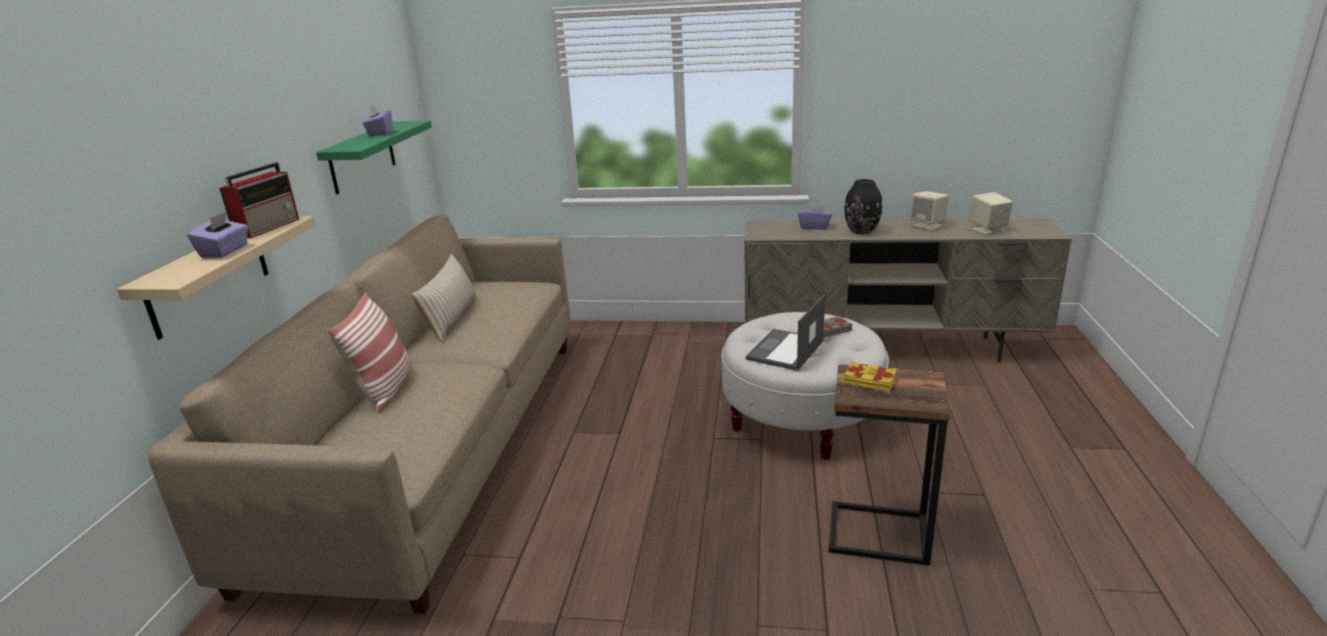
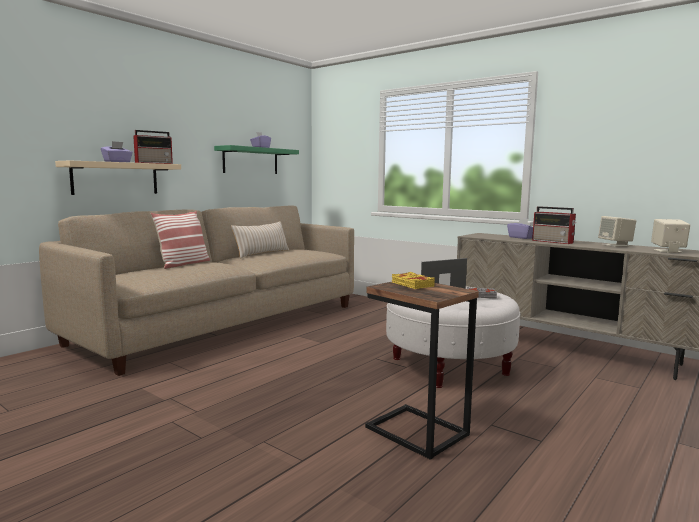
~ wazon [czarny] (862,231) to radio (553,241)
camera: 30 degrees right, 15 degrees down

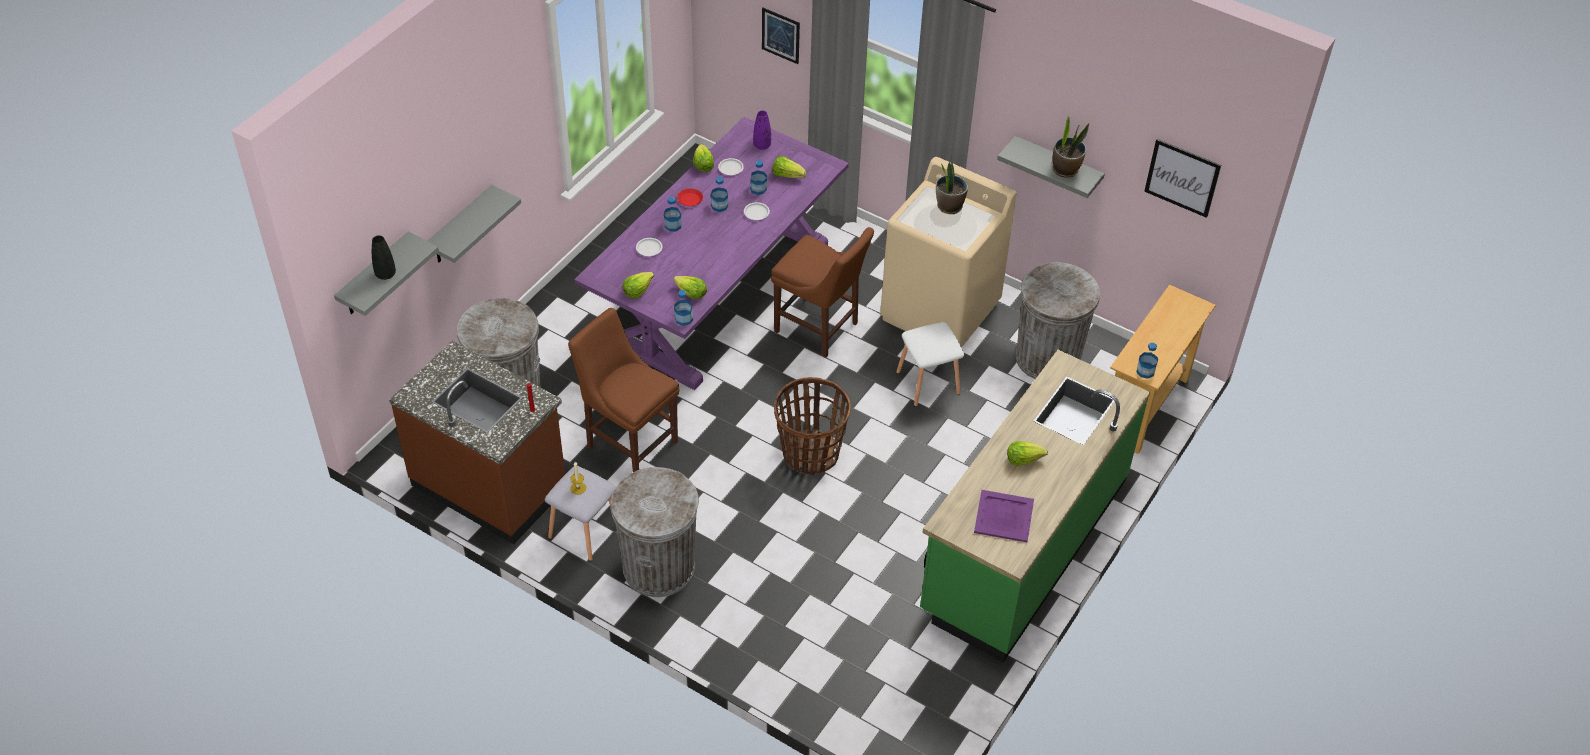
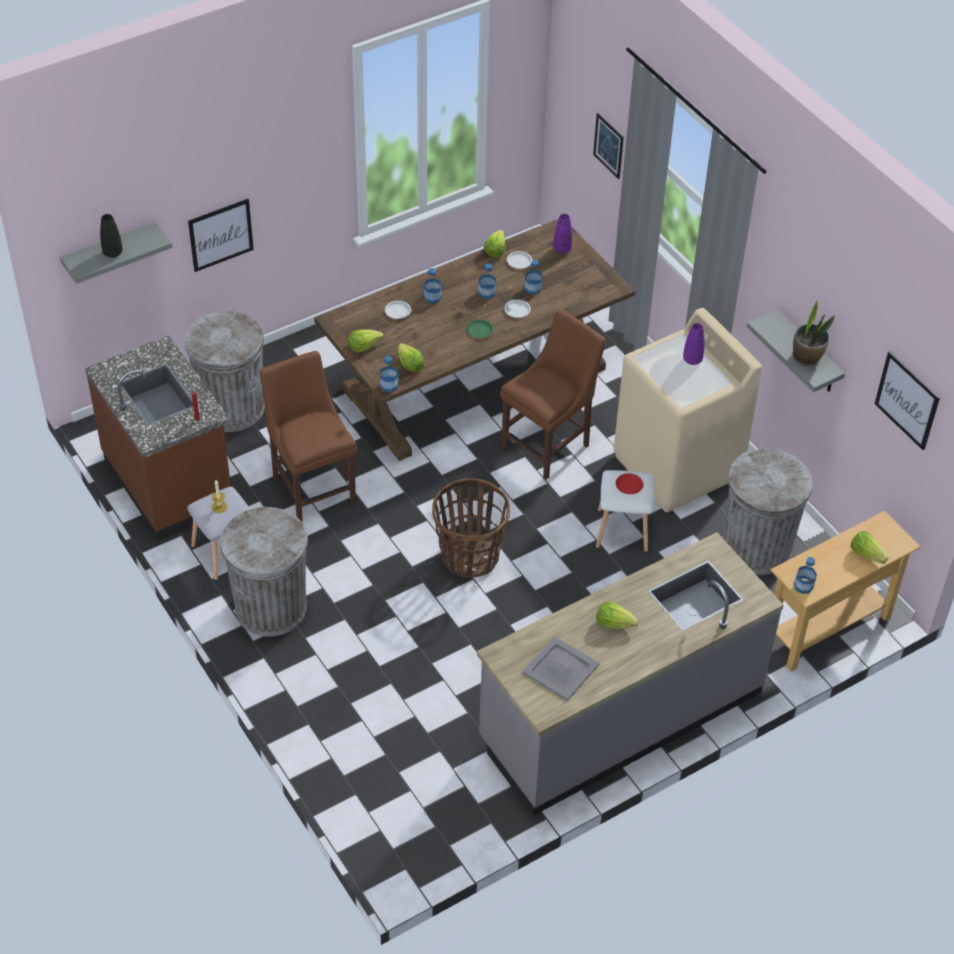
+ talerz [zielony] (480,330)
~ talerz [czerwony] (690,199) to (629,486)
~ sałata (787,175) to (866,554)
~ półka [szary] (460,226) to obraz (220,235)
~ roślina doniczkowa (949,206) to wazon [fioletowy] (692,360)
~ stół jadalny [fioletowy] (717,292) to stół jadalny [brązowy] (474,378)
~ zabudowa kuchenna [zielony] (1023,545) to zabudowa kuchenna [szary] (620,715)
~ taca [fioletowy] (1003,516) to taca [szary] (560,668)
~ krzesło [brązowy] (819,329) = (549,444) 105 degrees counterclockwise
camera: 25 degrees right, 0 degrees up

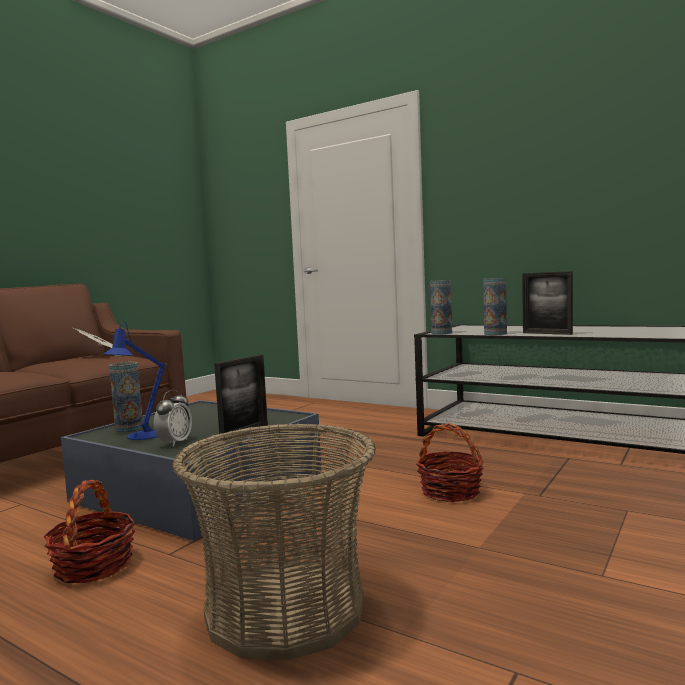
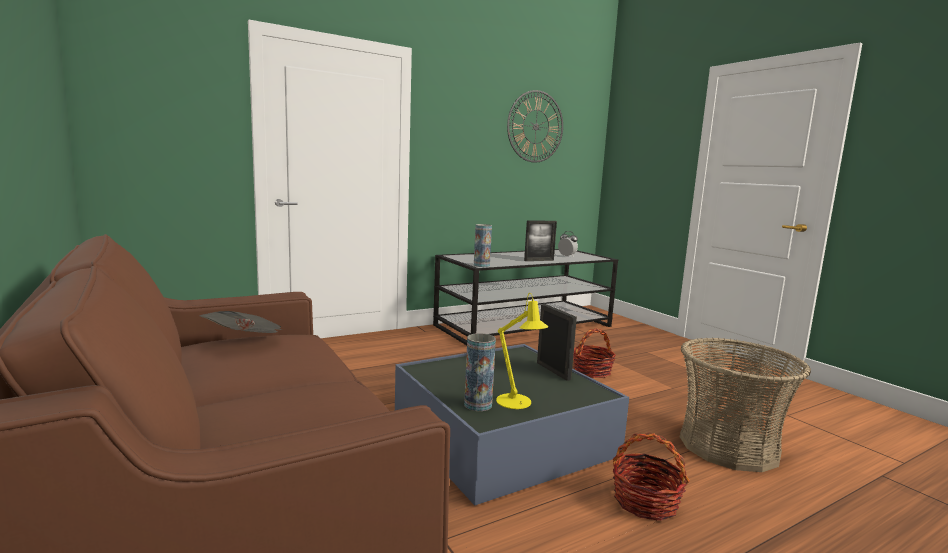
- wazon (495,334)
+ zegar ścienny (535,126)
~ budzik (174,443) to (567,256)
~ lampa stołowa [niebieski] (140,436) to lampa stołowa [żółty] (517,403)
camera: 65 degrees left, 5 degrees up

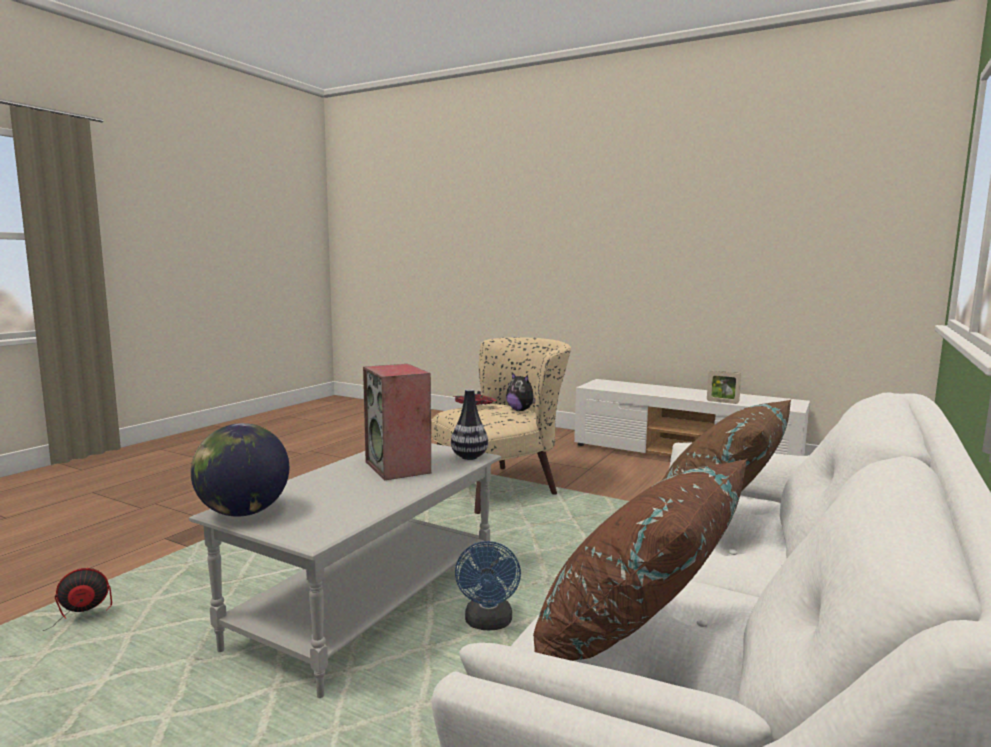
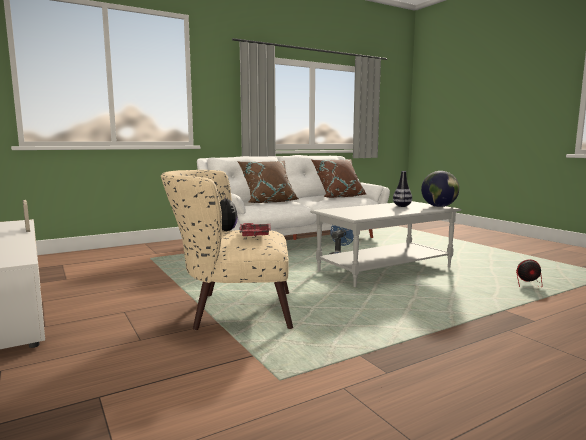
- głośnik (399,467)
~ wazon (469,457) to (402,206)
camera: 150 degrees left, 0 degrees up

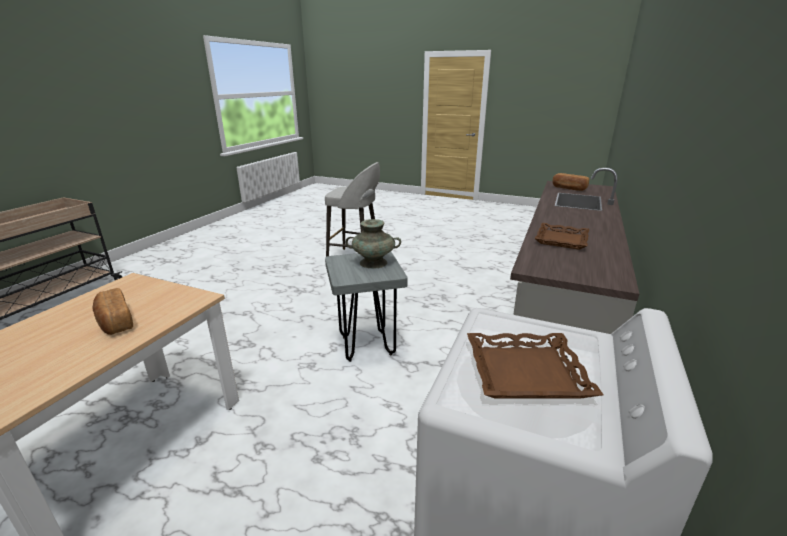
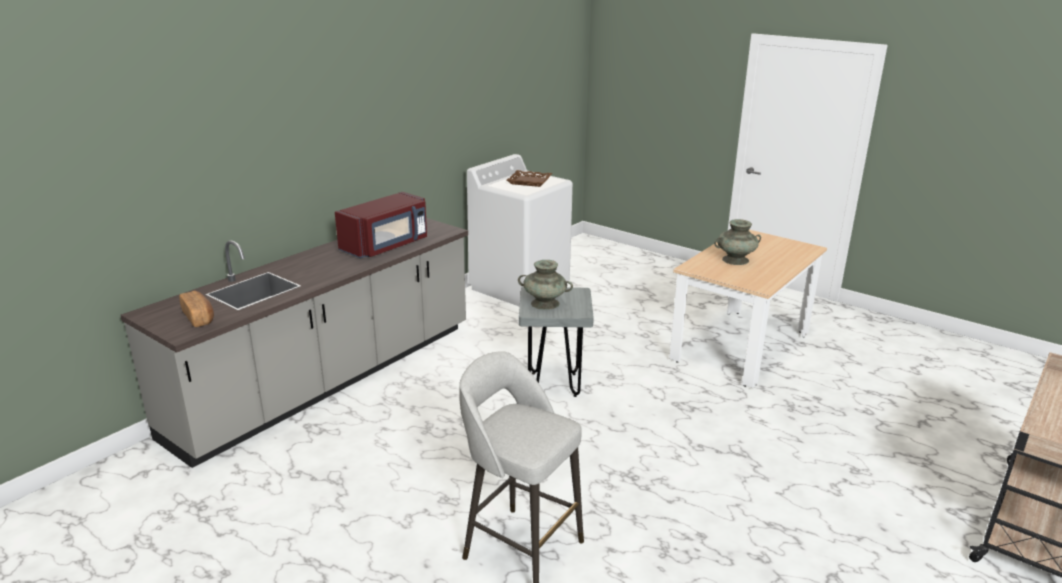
~ chleb (115,322) to wazon [turkusowy] (735,260)
~ taca [brązowy] (562,240) to mikrofalówka [czerwony] (386,246)
camera: 165 degrees left, 0 degrees up

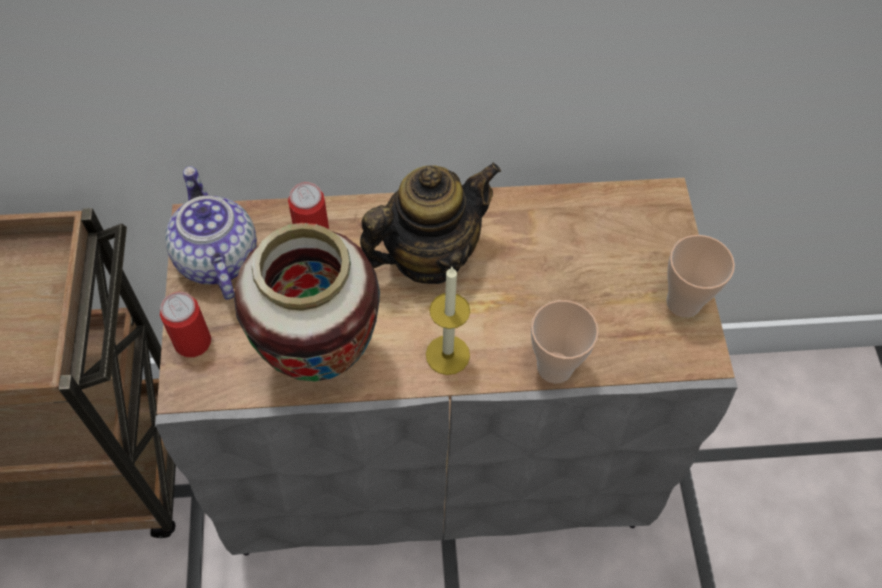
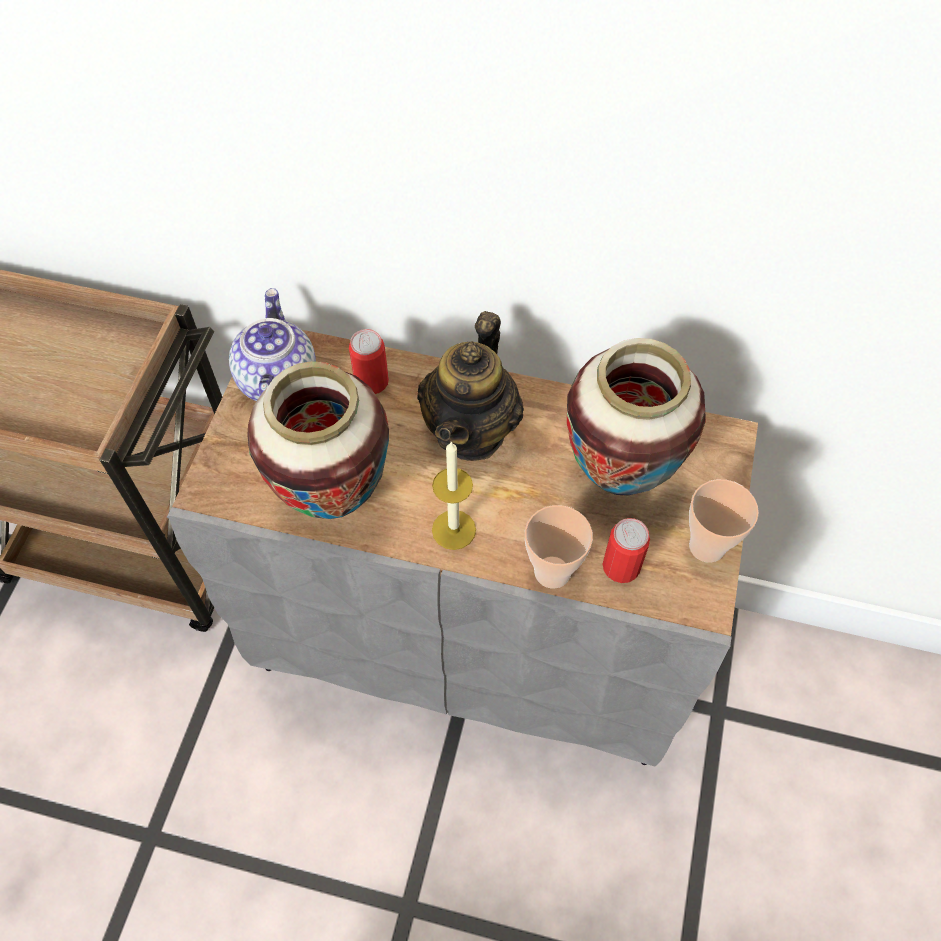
+ wazon (618,477)
~ puszka (193,341) to (621,566)
~ imbryk (428,256) = (471,431) 120 degrees clockwise
camera: 20 degrees right, 0 degrees up

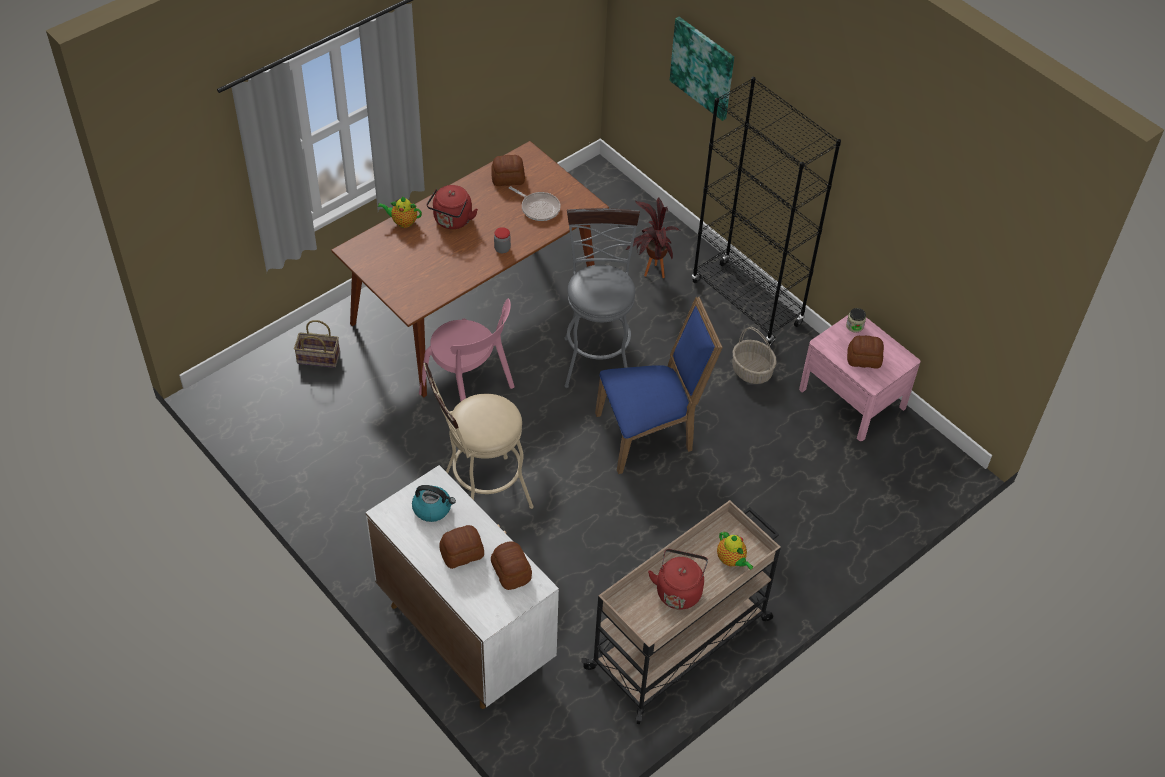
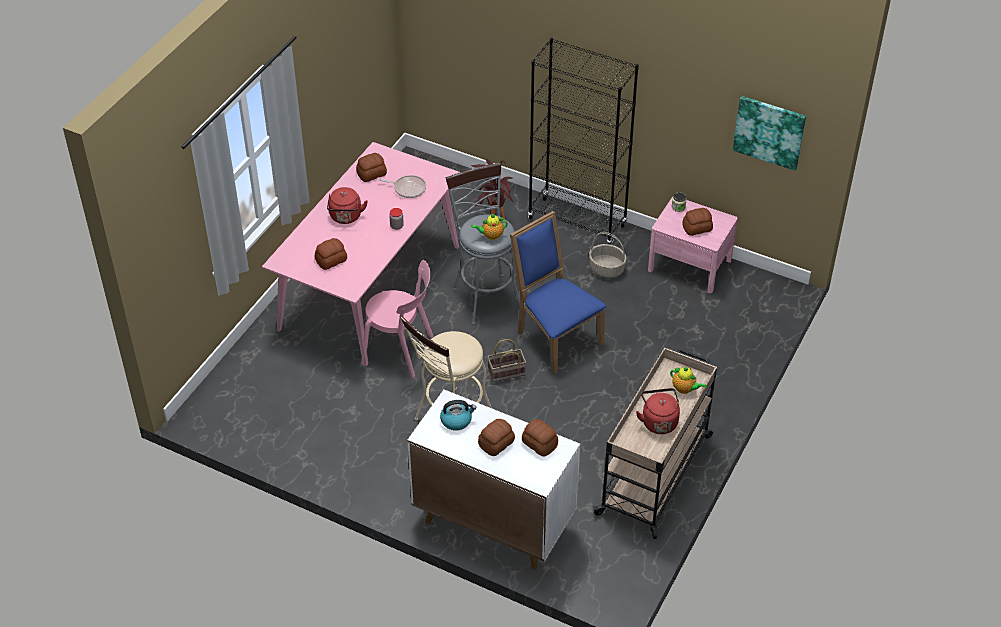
+ chleb (331,260)
~ koszyk (317,358) to (505,373)
~ imbryk (402,222) to (491,235)
~ obraz (703,67) to (769,132)
~ stół jadalny [brązowy] (475,306) to stół jadalny [różowy] (370,287)
~ krzesło [niebieski] (650,433) = (555,336) 90 degrees counterclockwise
camera: 20 degrees left, 5 degrees down

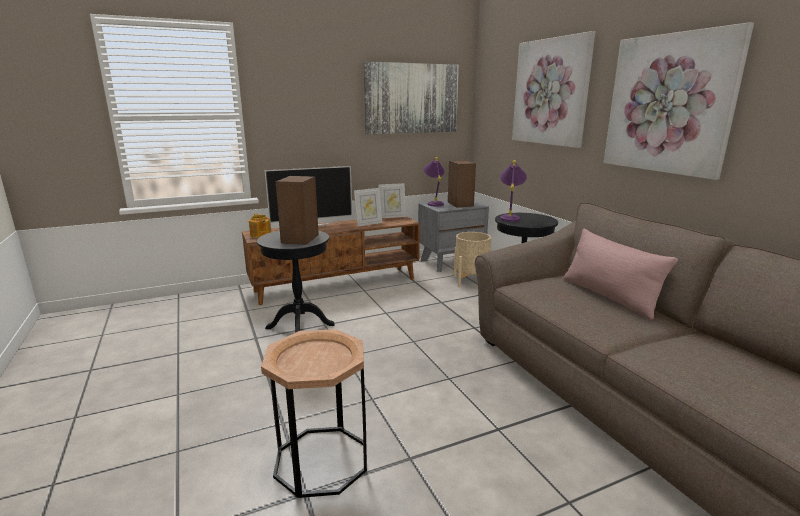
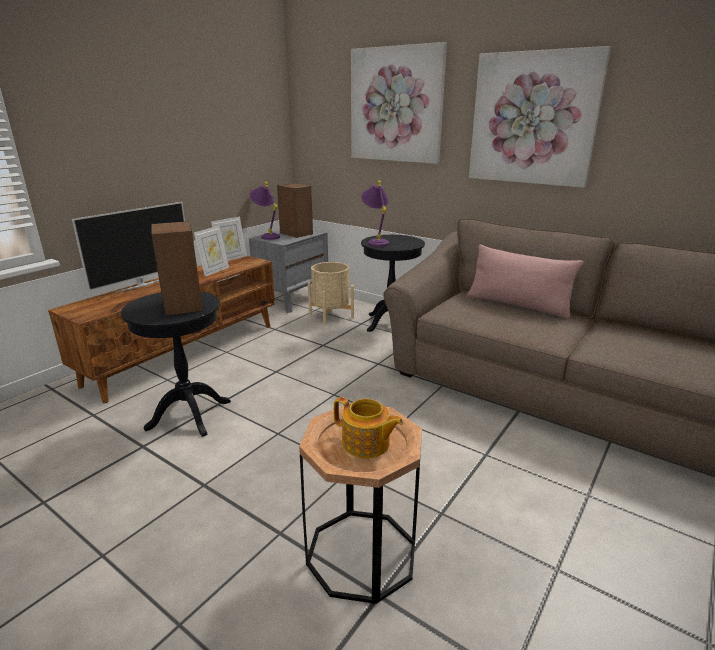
- obraz (411,98)
~ imbryk (260,234) to (366,444)
camera: 30 degrees left, 5 degrees up

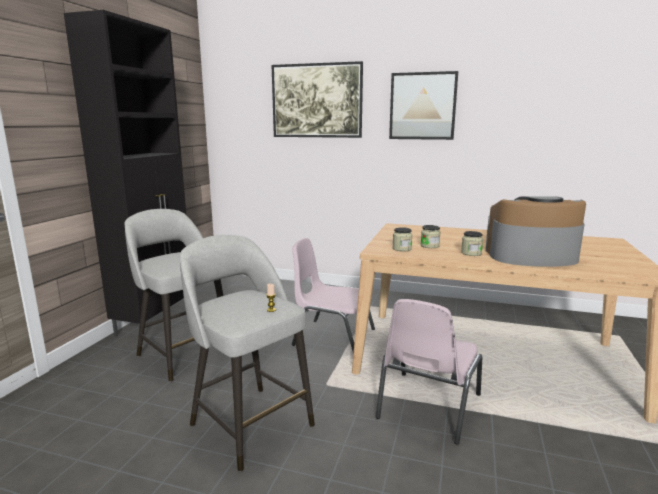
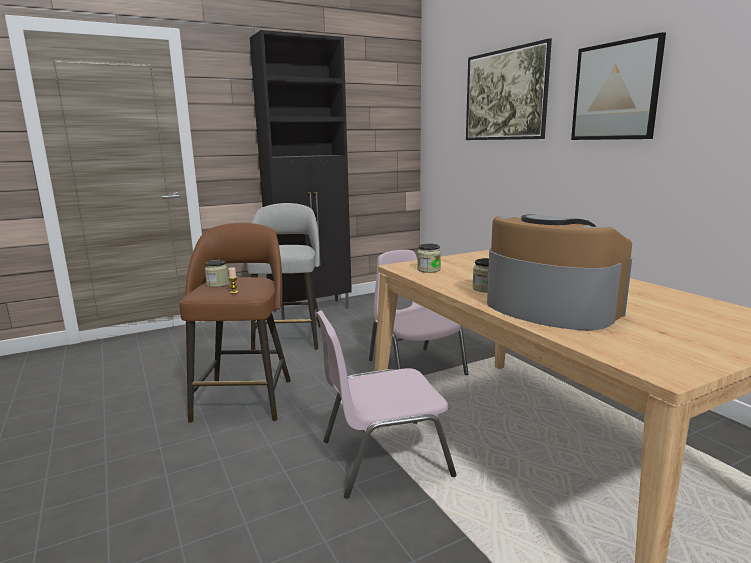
~ słoik (429,246) to (217,284)
~ stołek [szary] (249,423) to stołek [brązowy] (244,398)
camera: 45 degrees right, 0 degrees up

